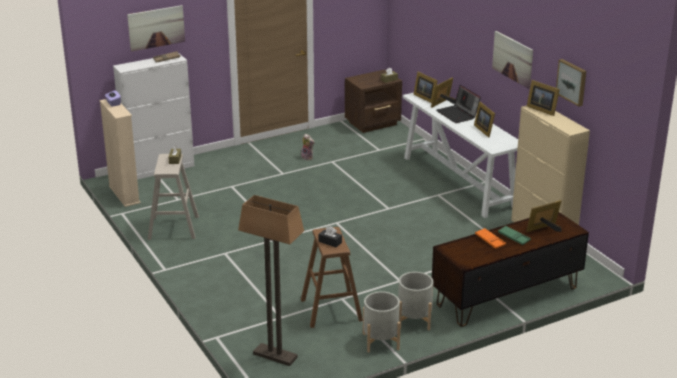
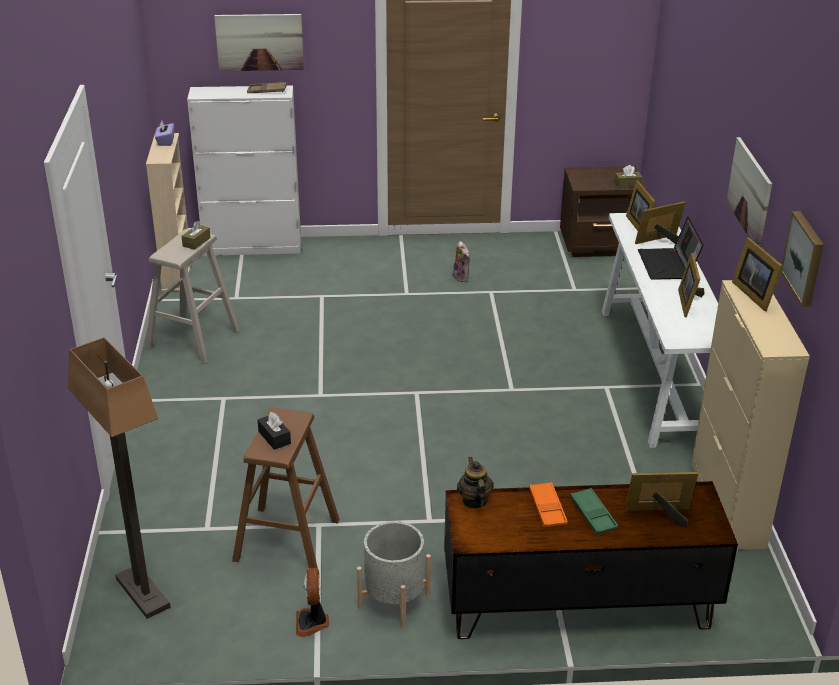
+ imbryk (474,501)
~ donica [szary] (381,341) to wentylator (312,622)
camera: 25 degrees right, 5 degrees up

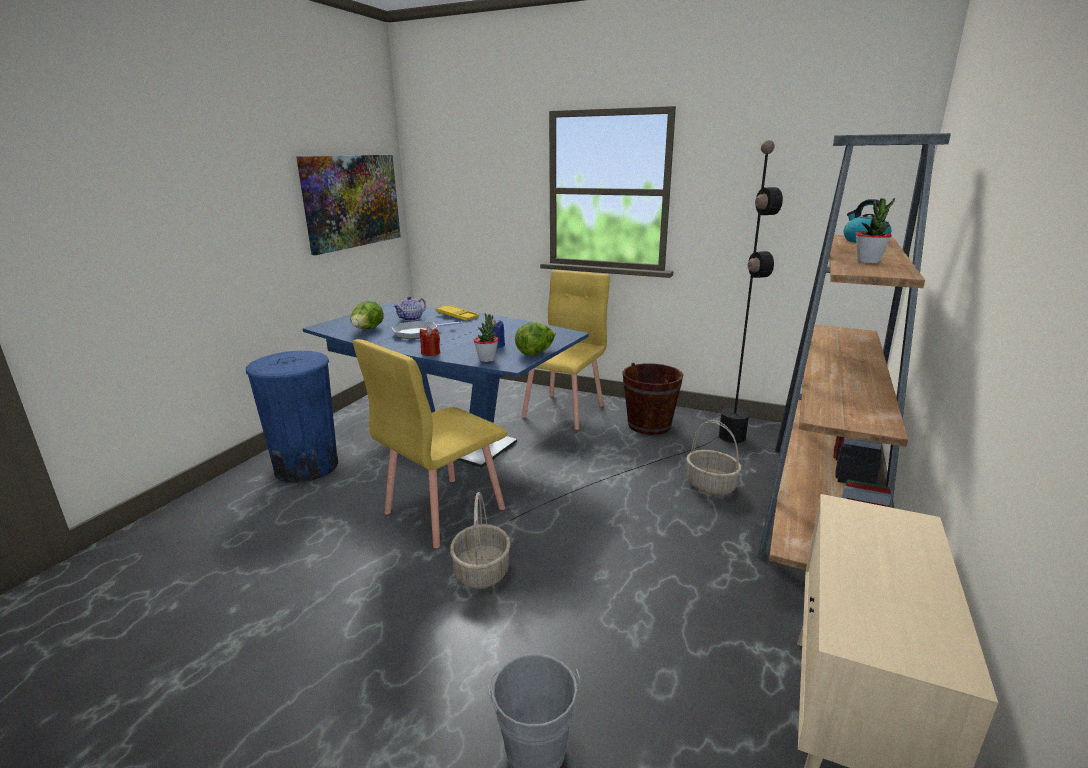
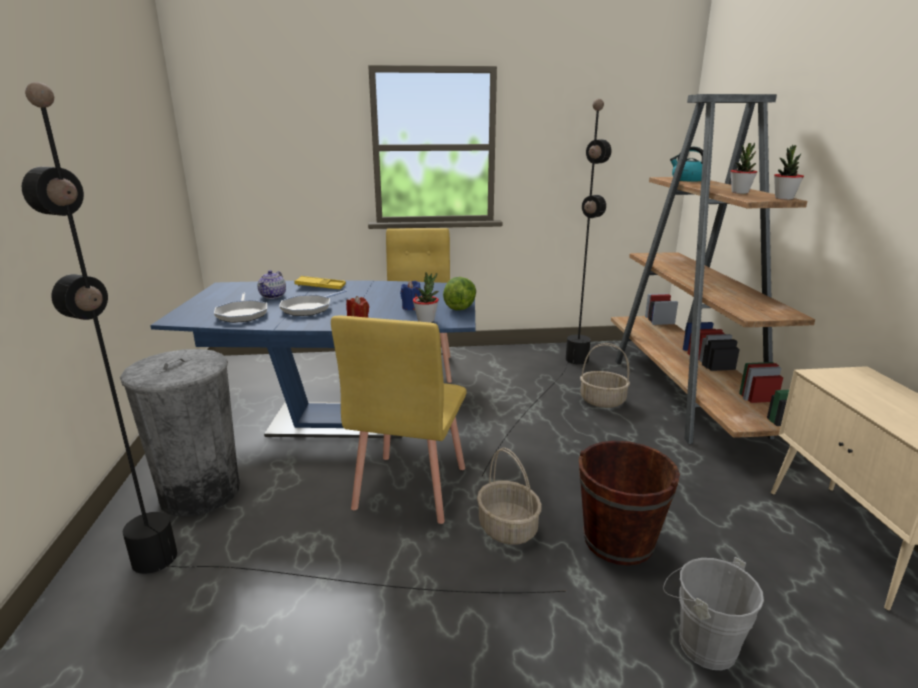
- obraz (352,201)
+ lampa stojąca [czarny] (262,570)
+ roślina doniczkowa (784,198)
~ wiadro [brązowy] (649,425) to (618,541)
~ sałata (367,330) to patelnia (242,314)
~ kosz na śmieci [niebieski] (306,467) to kosz na śmieci [szary] (200,492)
camera: 30 degrees left, 0 degrees up

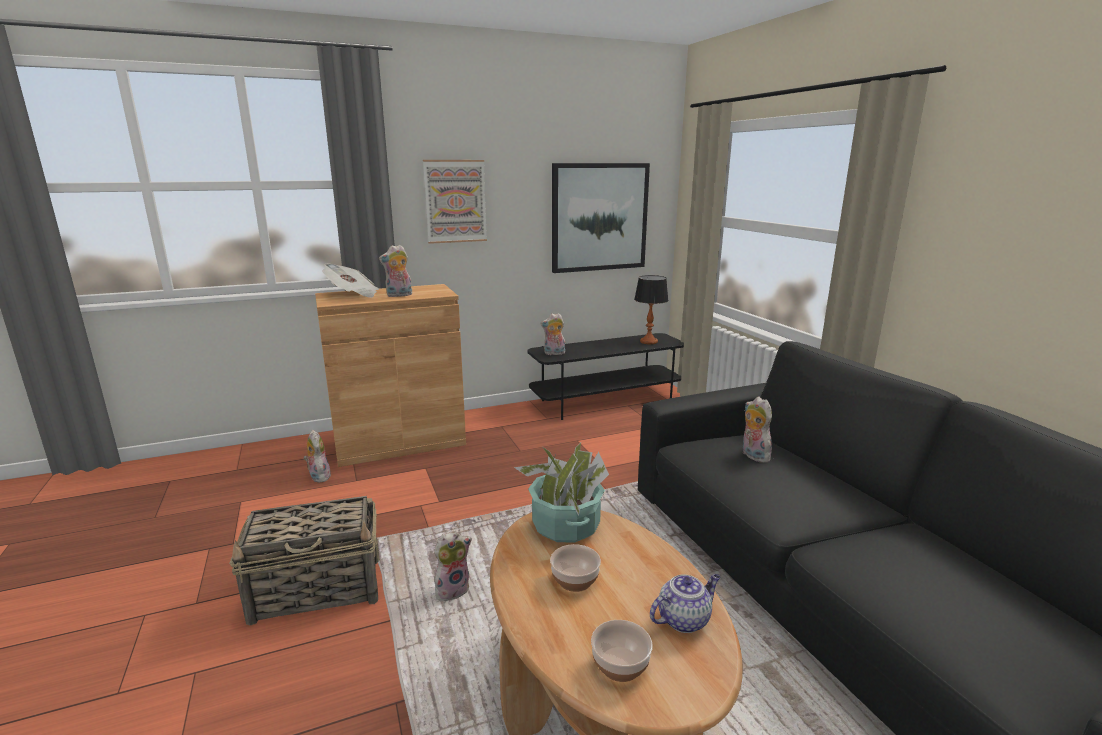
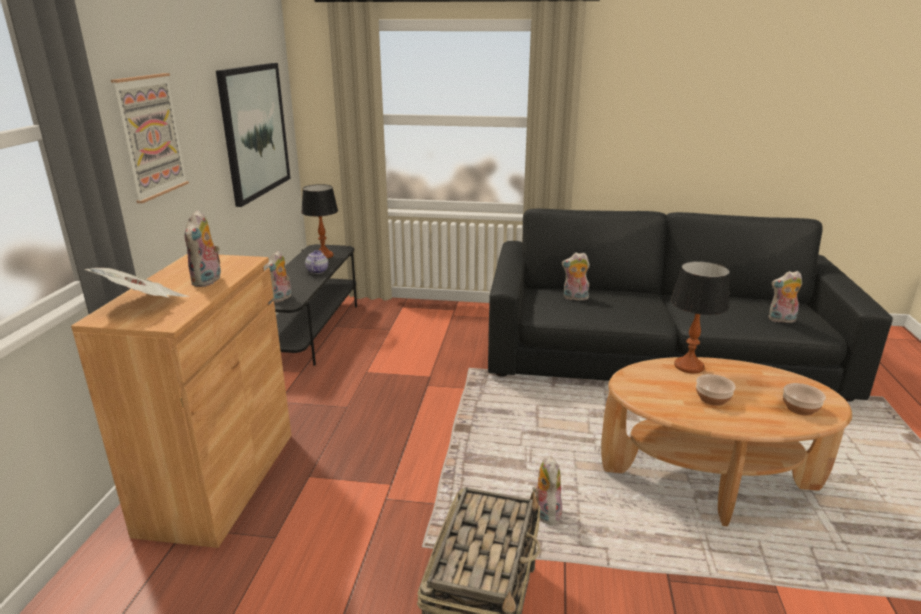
- roślina doniczkowa (566,526)
+ lampa stołowa (689,366)
~ pluszak (318,476) to (781,320)
~ imbryk (684,619) to (317,271)
camera: 60 degrees left, 5 degrees up

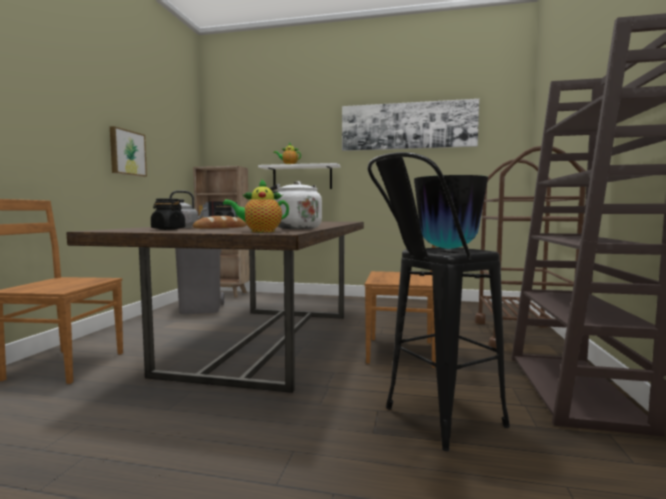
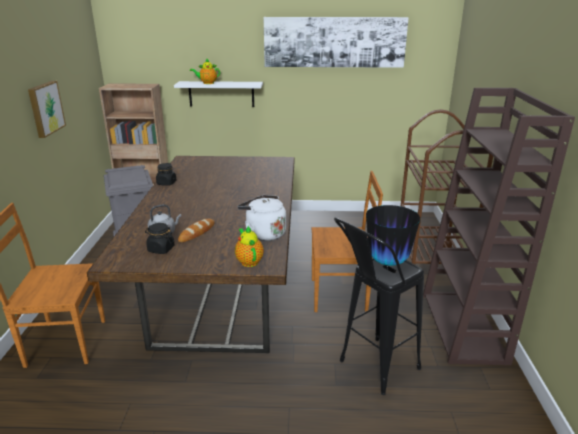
~ imbryk (260,231) = (249,261) 90 degrees clockwise
camera: 10 degrees left, 20 degrees up

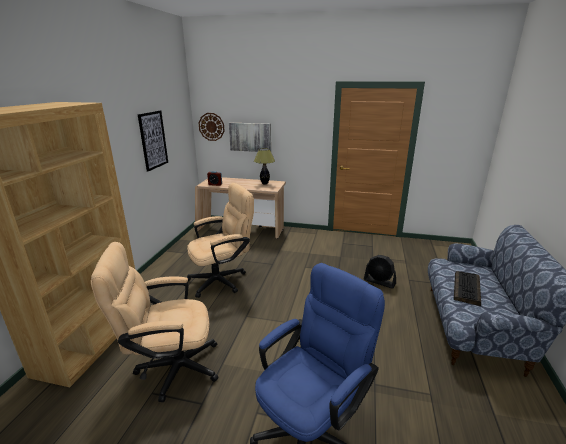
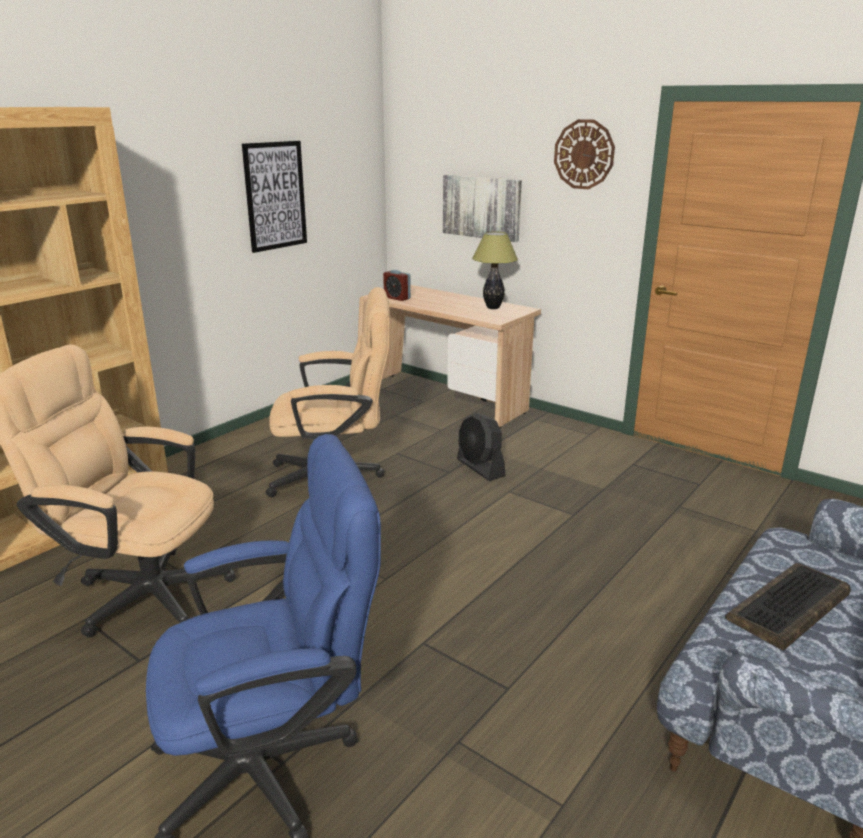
~ zegar ścienny (211,126) to (584,154)
~ wentylator [czarny] (379,282) to (480,468)
camera: 25 degrees right, 0 degrees up

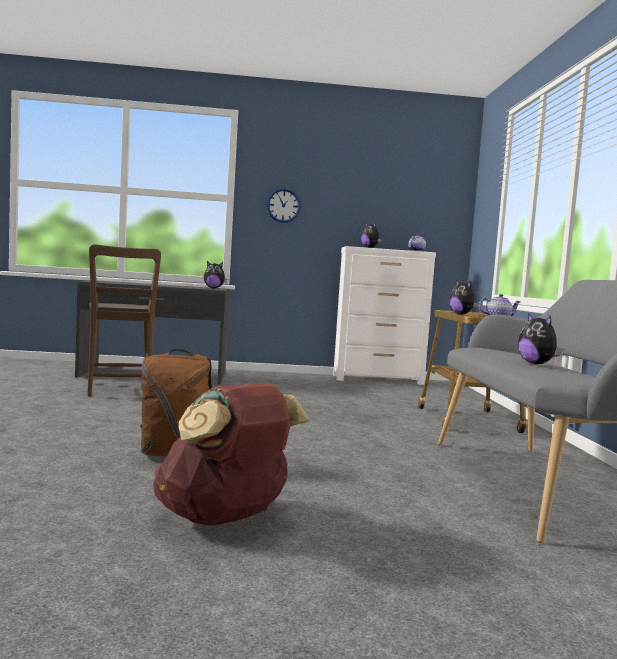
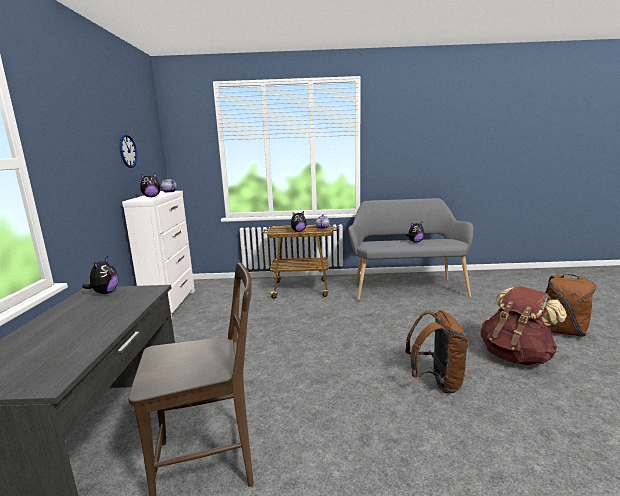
+ plecak [brązowy] (562,331)
~ zegar ścienny (283,205) to (128,151)
camera: 85 degrees left, 10 degrees up

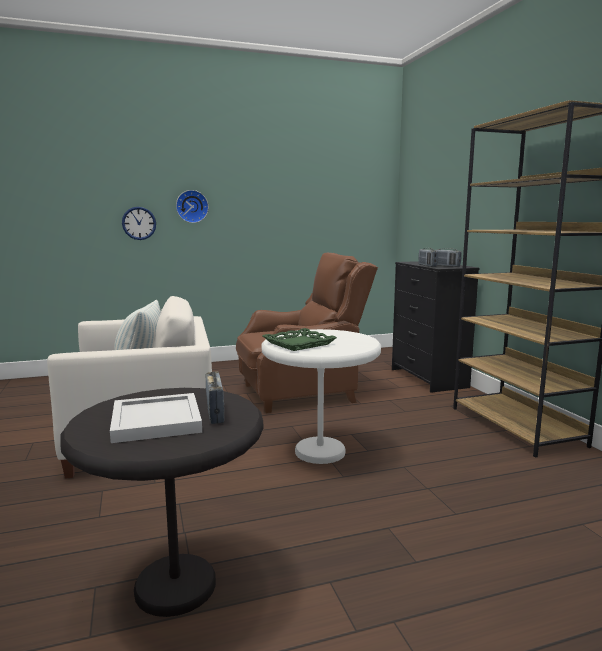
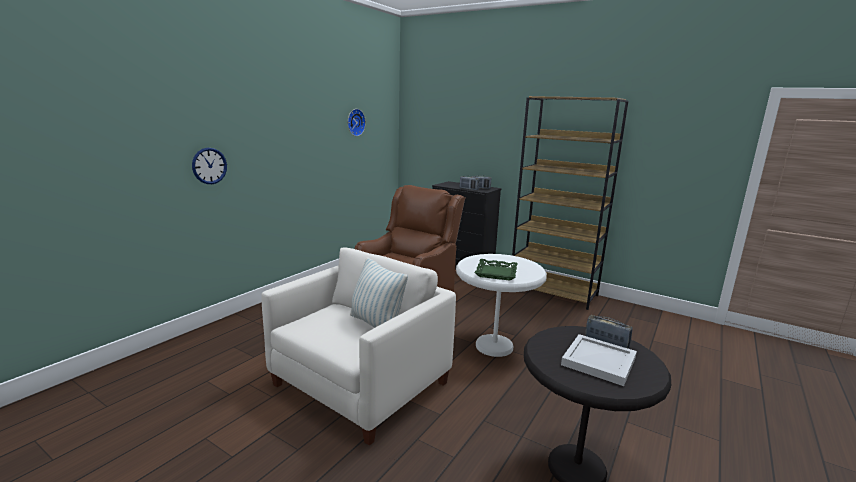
~ zegar ścienny (192,206) to (355,122)
camera: 40 degrees left, 5 degrees up

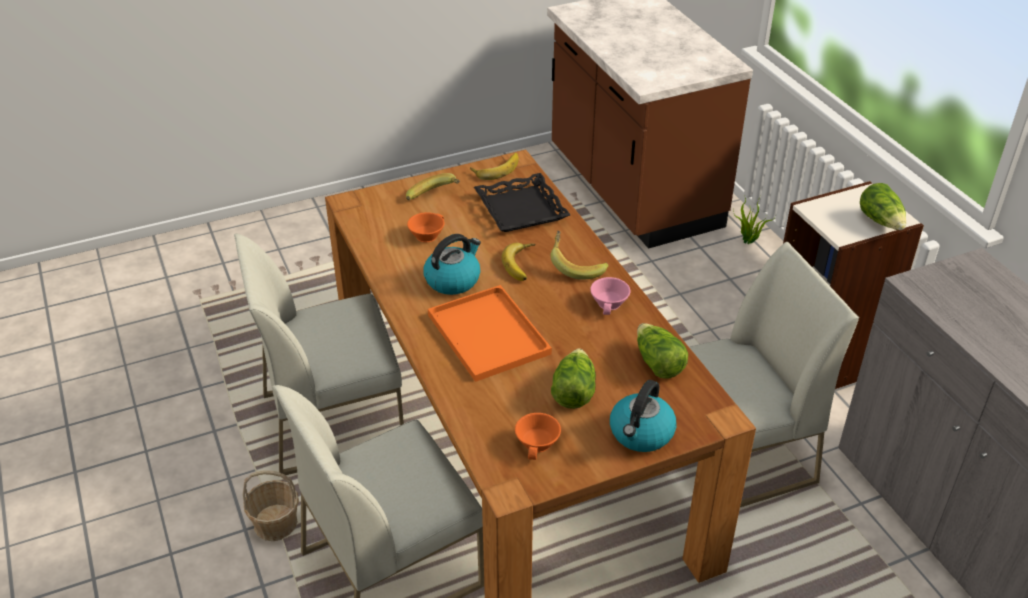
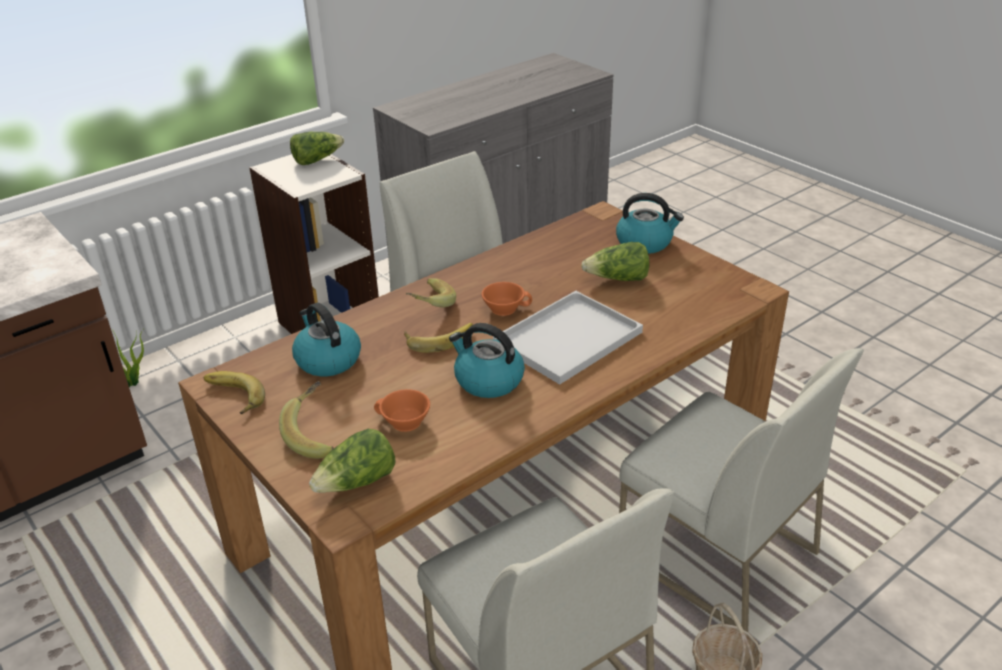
- filiżanka [różowy] (610,304)
~ filiżanka [pomarańczowy] (539,444) to (505,307)
~ sałata (657,363) to (357,482)
~ taca [czarny] (520,209) to czajnik (327,360)
~ taca [pomarańczowy] (486,333) to taca [biały] (567,340)
camera: 105 degrees left, 5 degrees down

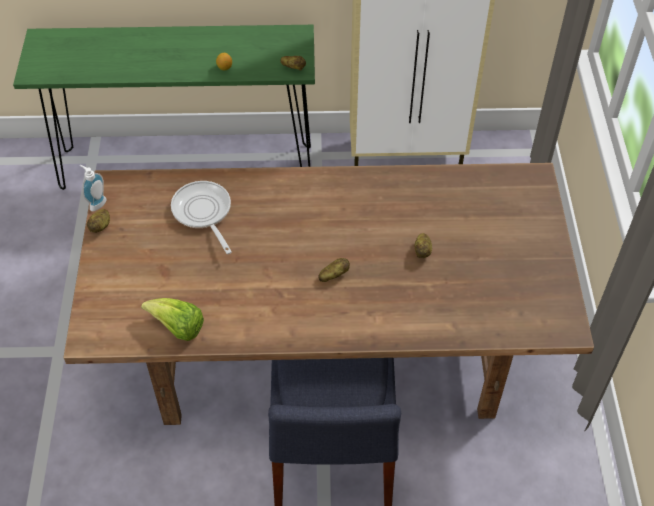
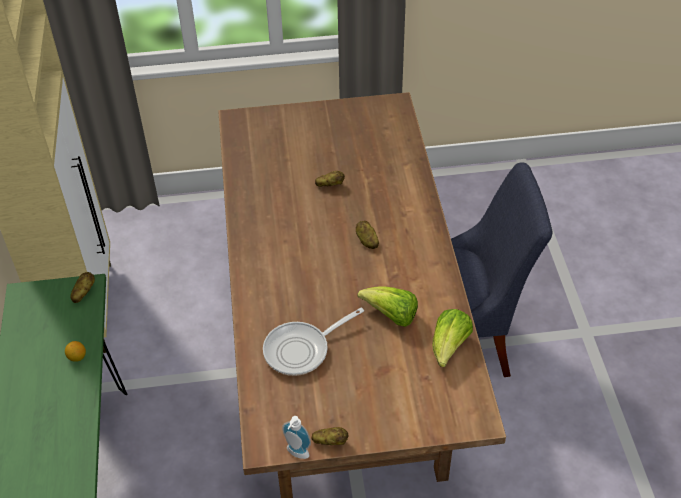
+ sałata (391,316)
camera: 95 degrees left, 5 degrees down

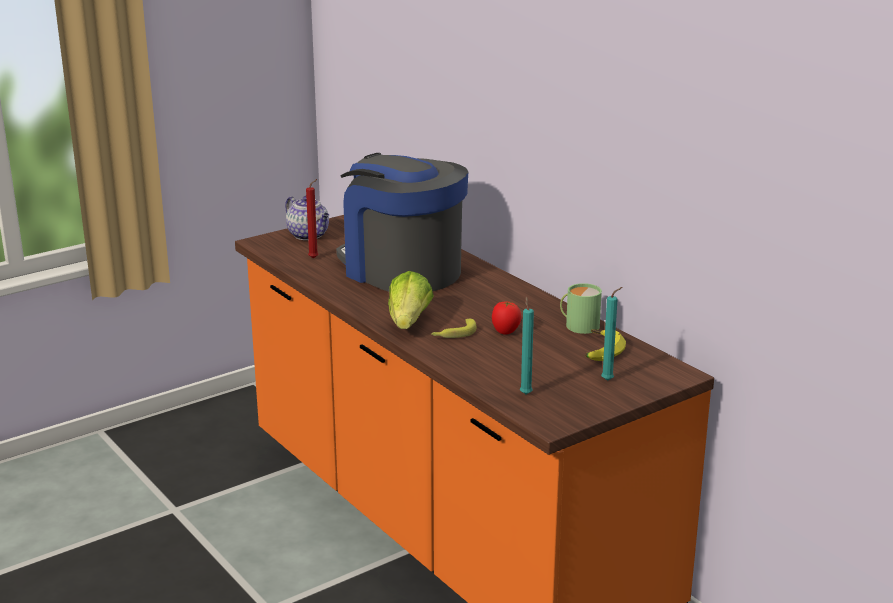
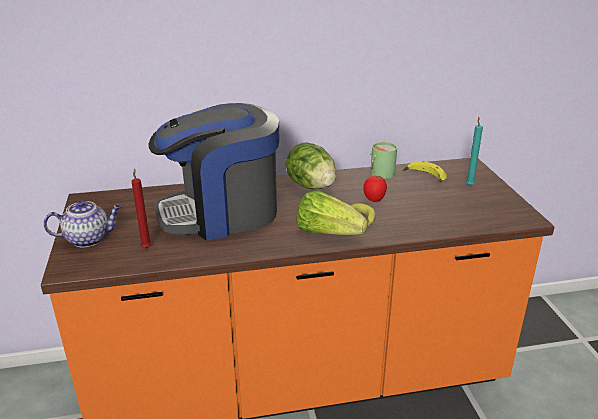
- świeca [turkusowy] (525,393)
+ sałata (311,186)
camera: 65 degrees left, 5 degrees up

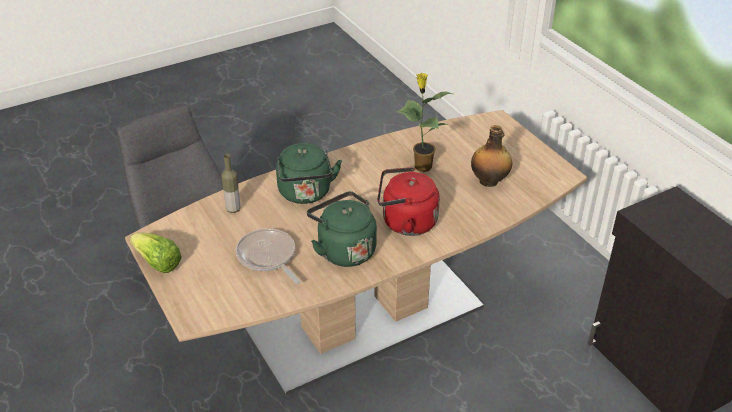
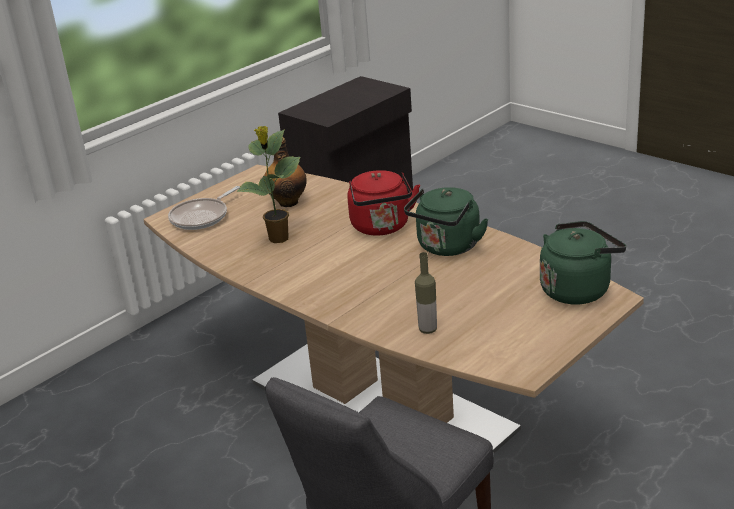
- sałata (157,263)
~ patelnia (268,257) to (202,217)
~ czajnik [zielony] (305,194) to (578,289)
camera: 105 degrees left, 10 degrees down

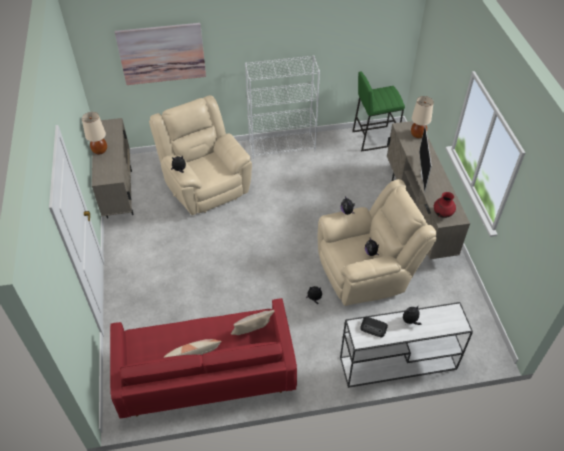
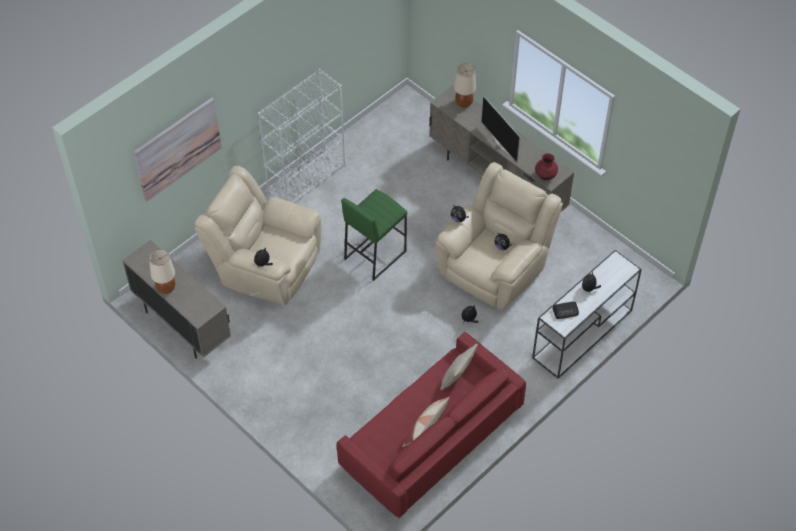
~ stołek [zielony] (374,138) to (375,254)
camera: 35 degrees left, 5 degrees up

